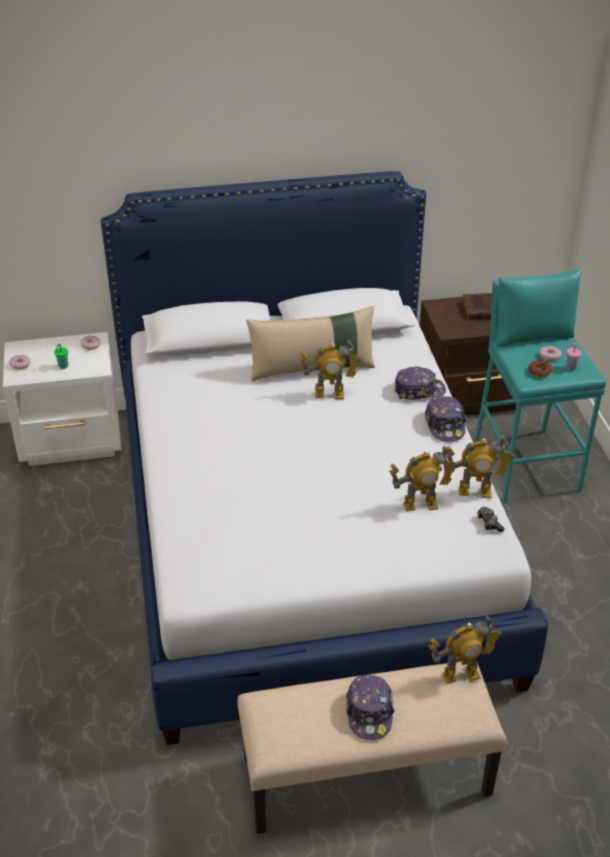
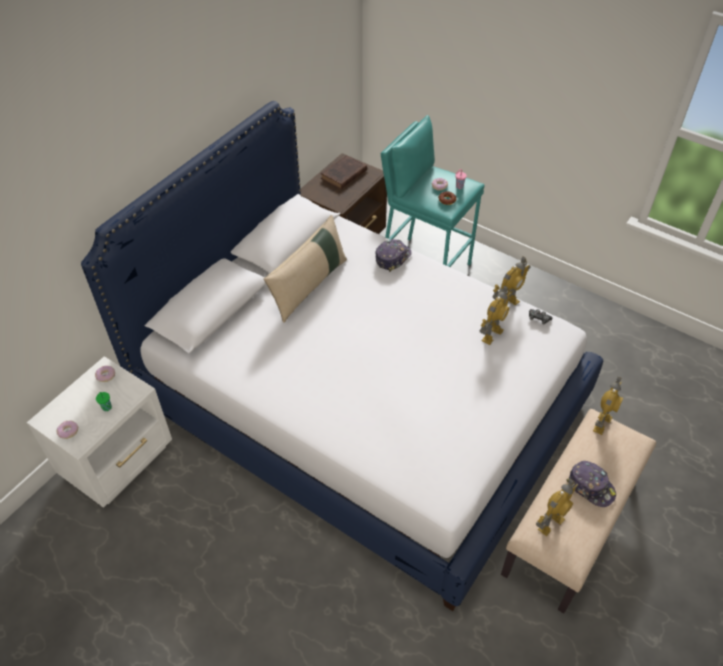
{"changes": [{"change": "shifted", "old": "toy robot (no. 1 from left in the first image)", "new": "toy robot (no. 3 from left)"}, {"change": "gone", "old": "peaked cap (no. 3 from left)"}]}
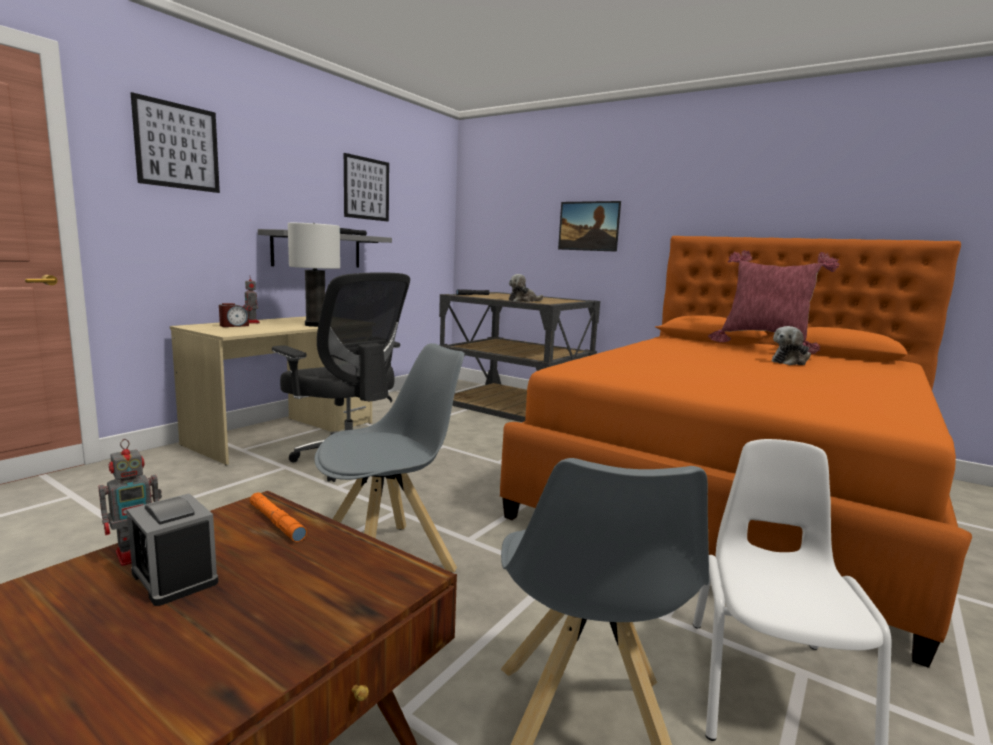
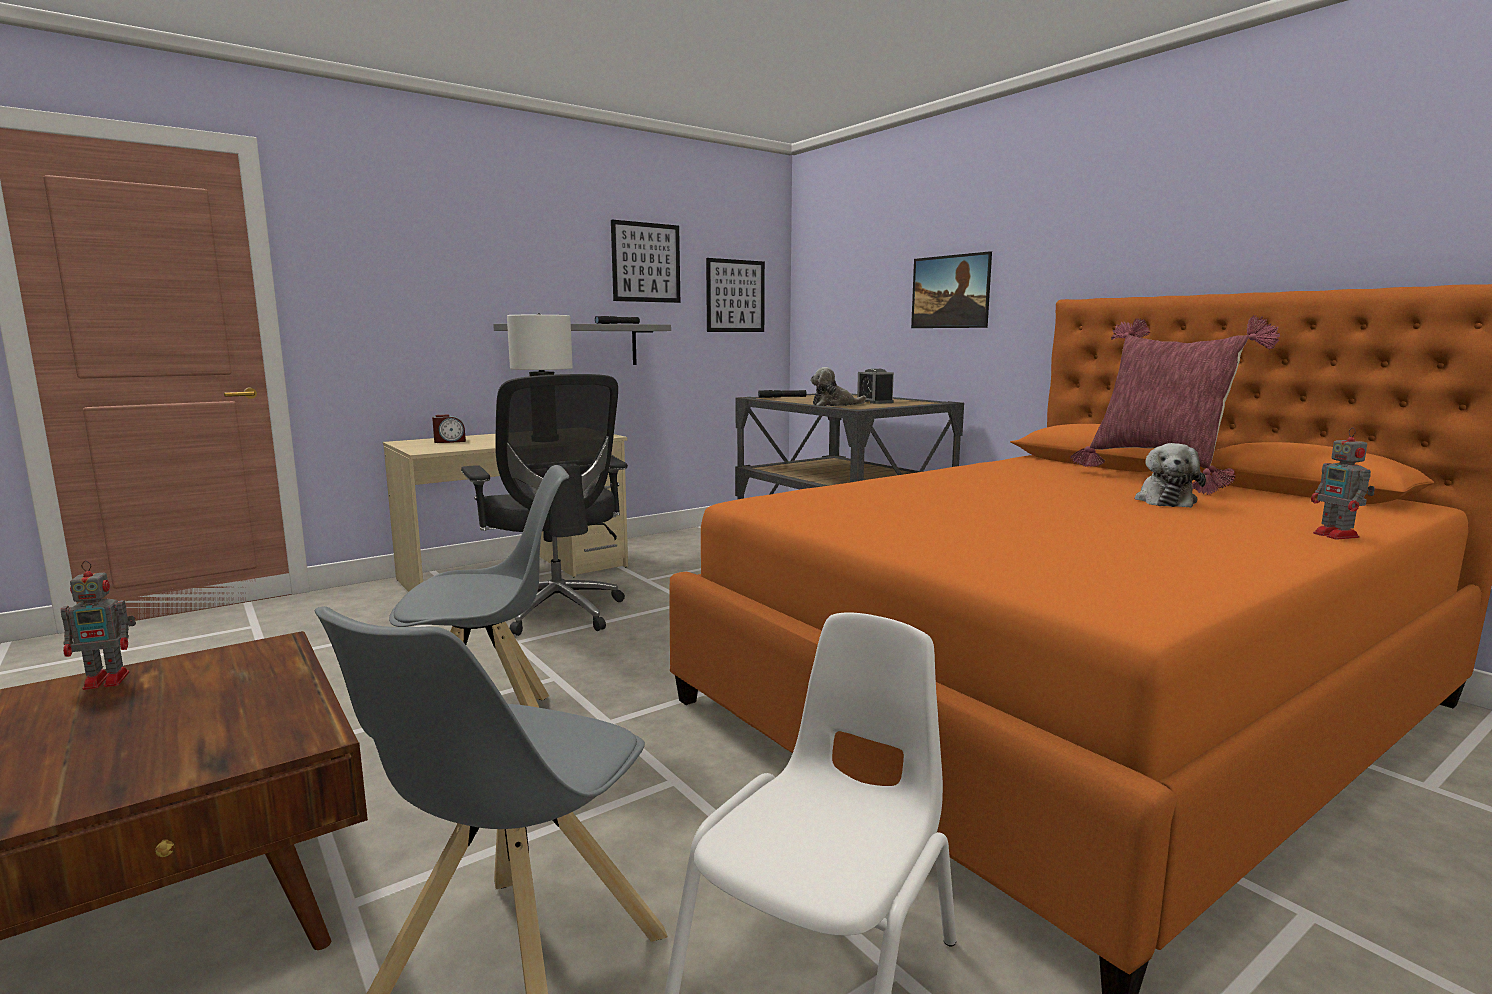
{"changes": [{"change": "shifted", "old": "wall picture (no. 1 from left in the first image)", "new": "wall picture (no. 2 from left)"}, {"change": "shifted", "old": "bedside clock (no. 1 from left in the first image)", "new": "bedside clock (no. 2 from left)"}, {"change": "rotated", "old": "plush toy (no. 2 from left)", "degrees": -60}, {"change": "shifted", "old": "toy robot (no. 2 from left)"}, {"change": "gone", "old": "flashlight in orangey"}]}
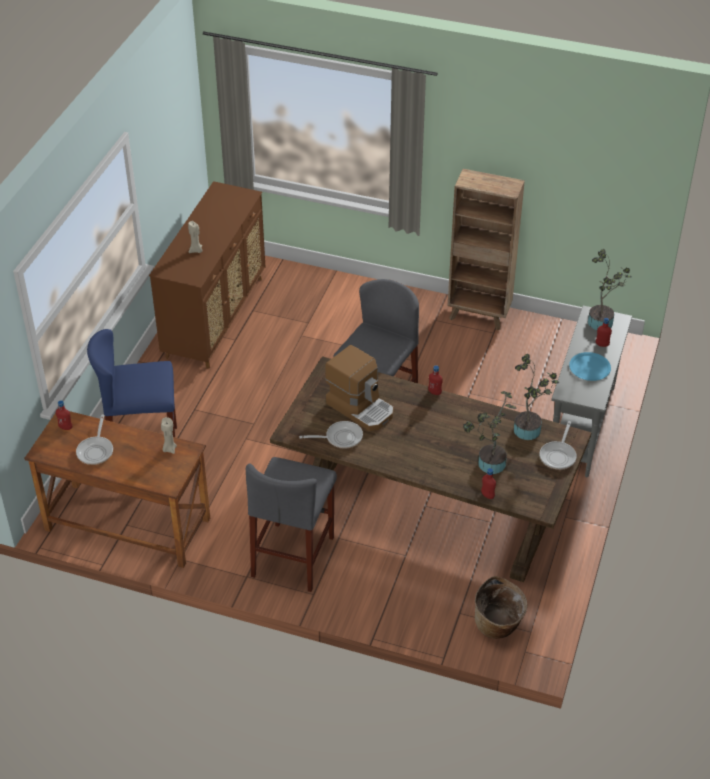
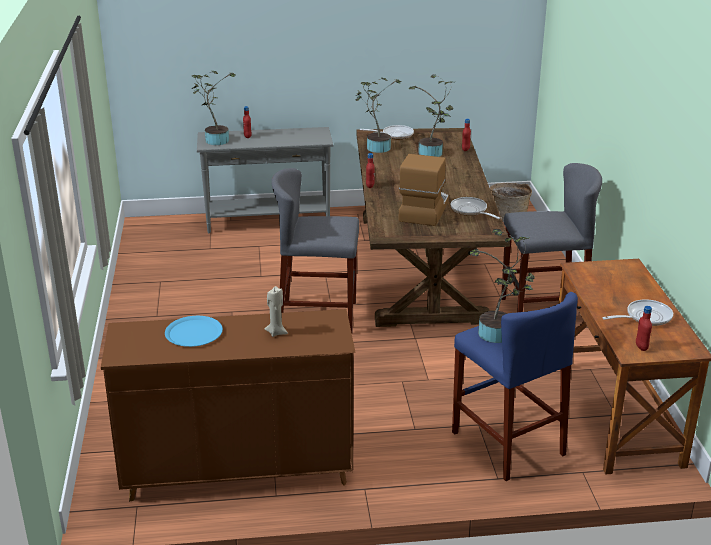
{"changes": [{"change": "shifted", "old": "dinner plate in bluish"}, {"change": "new", "new": "houseplant (no. 4 from left)"}, {"change": "gone", "old": "wax candle in sand-coloured (no. 1 from left)"}, {"change": "gone", "old": "shelving unit in brownish"}]}
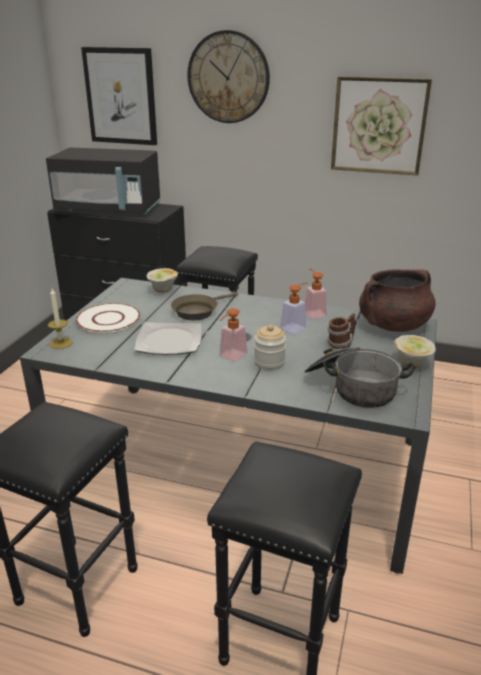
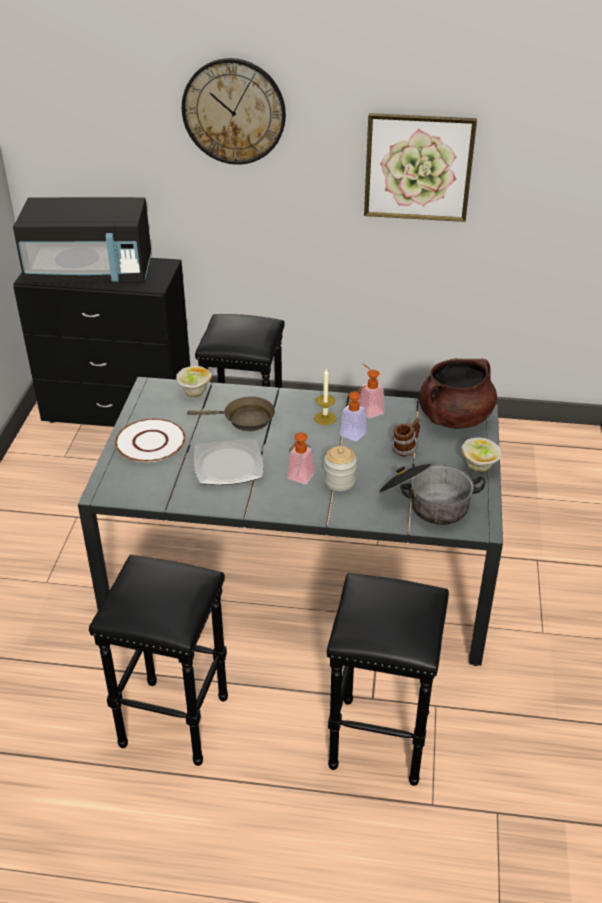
{"changes": [{"change": "rotated", "old": "frying pan in brownish", "degrees": -120}, {"change": "shifted", "old": "wax candle"}, {"change": "gone", "old": "wall picture (no. 1 from left)"}]}
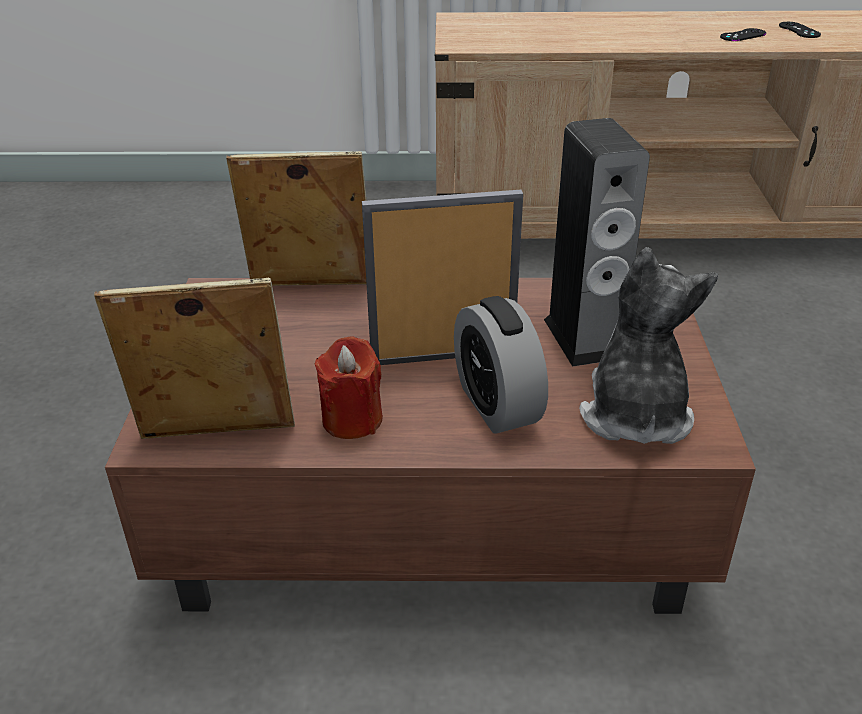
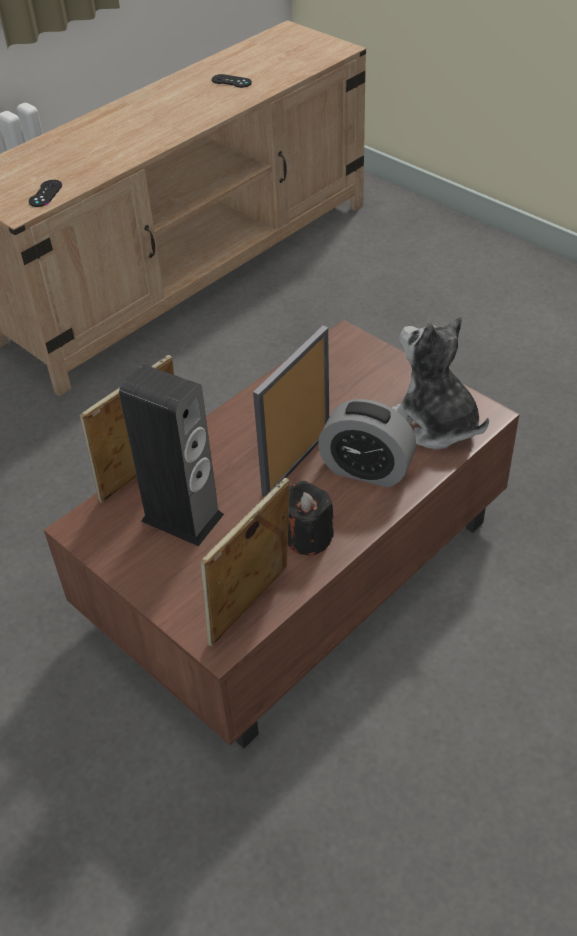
{"changes": [{"change": "shifted", "old": "game controller in blackish (no. 1 from left)"}, {"change": "shifted", "old": "loudspeaker"}, {"change": "repainted", "old": "wax candle in red", "new": "wax candle in blackish"}]}
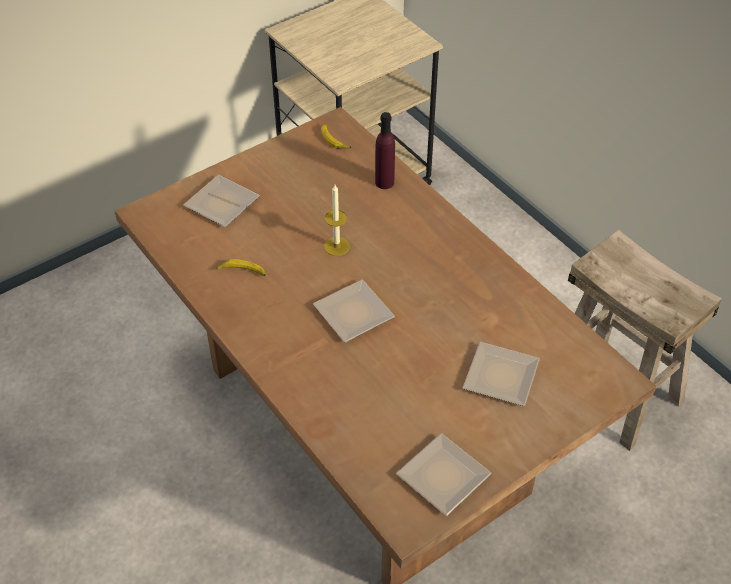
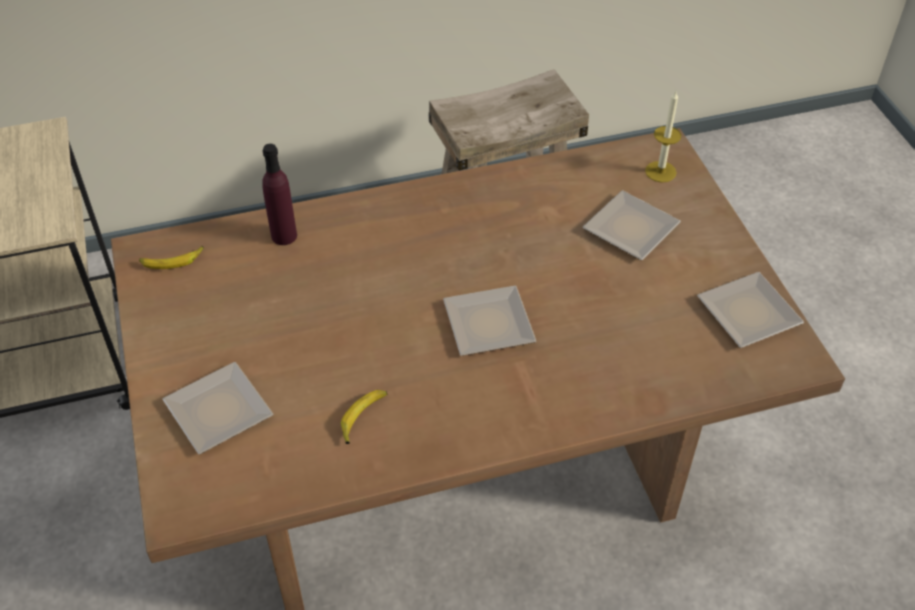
{"changes": [{"change": "shifted", "old": "wax candle"}]}
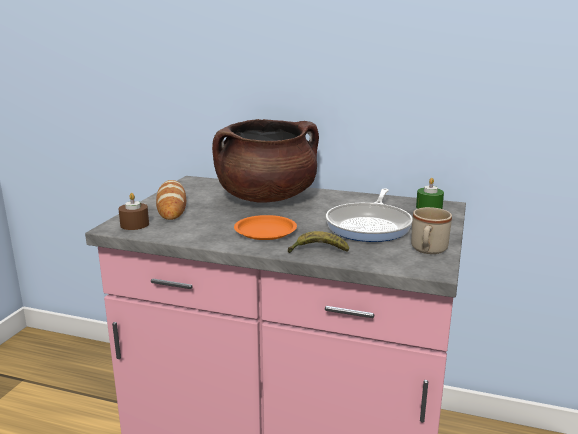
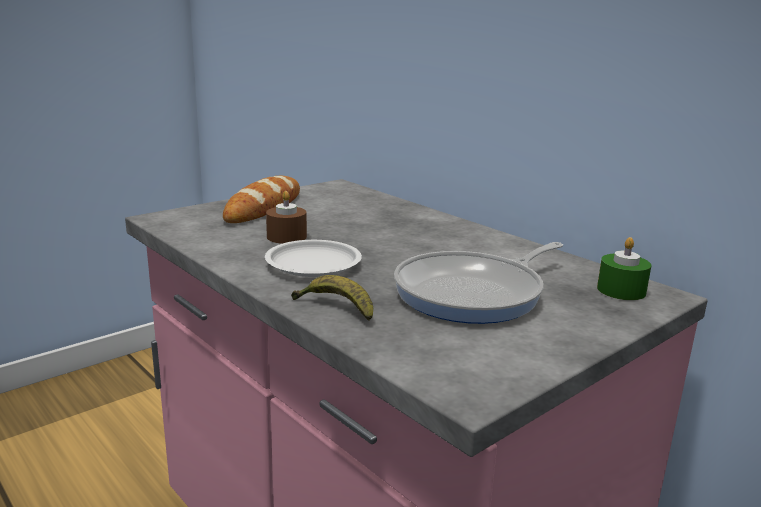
{"changes": [{"change": "repainted", "old": "dinner plate in orangey", "new": "dinner plate in white-coloured"}, {"change": "shifted", "old": "wax candle in brownish"}, {"change": "gone", "old": "cooking pot in brownish"}, {"change": "gone", "old": "tea mug in sand-coloured"}]}
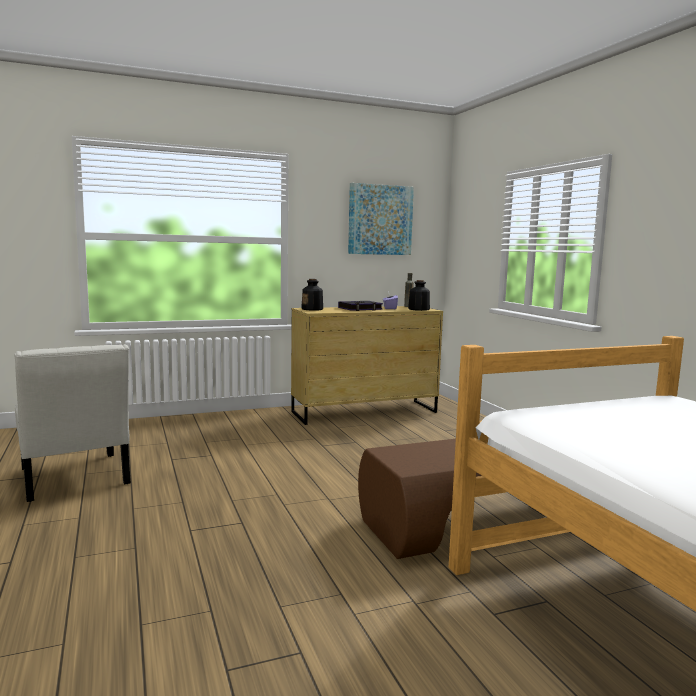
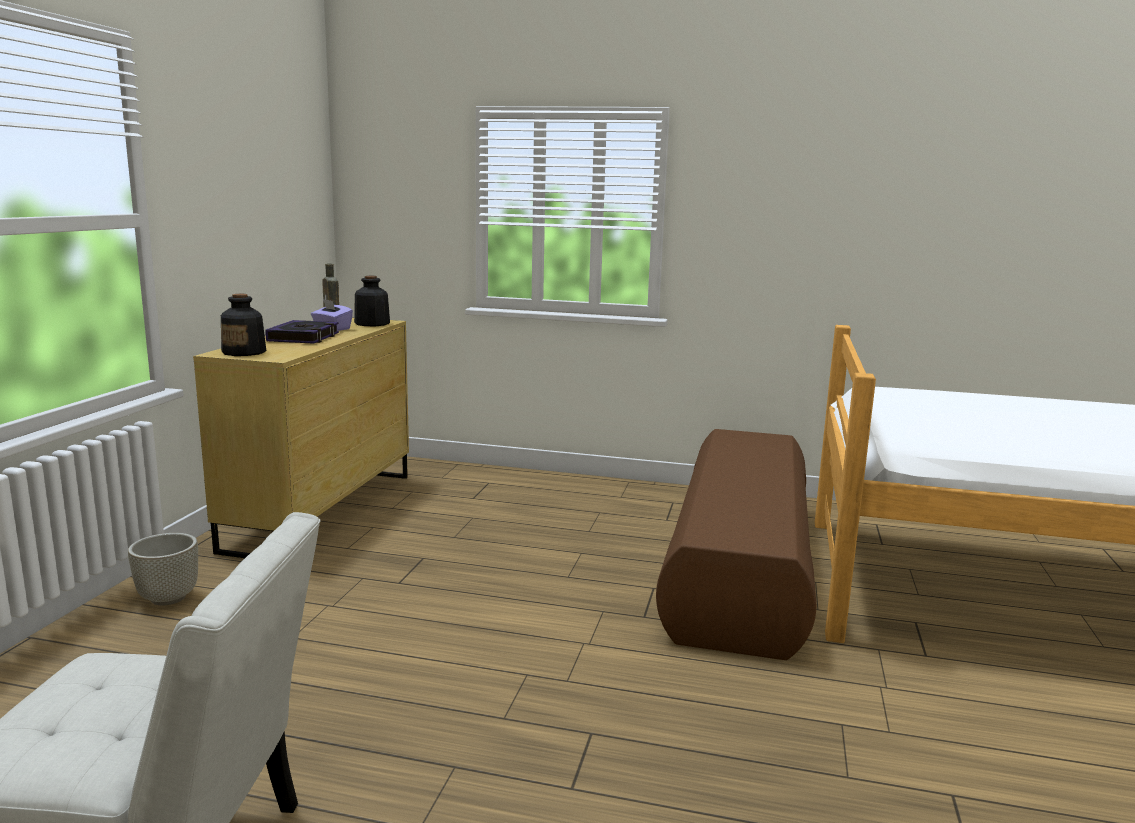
{"changes": [{"change": "new", "new": "flower pot in grey"}, {"change": "gone", "old": "wall picture"}]}
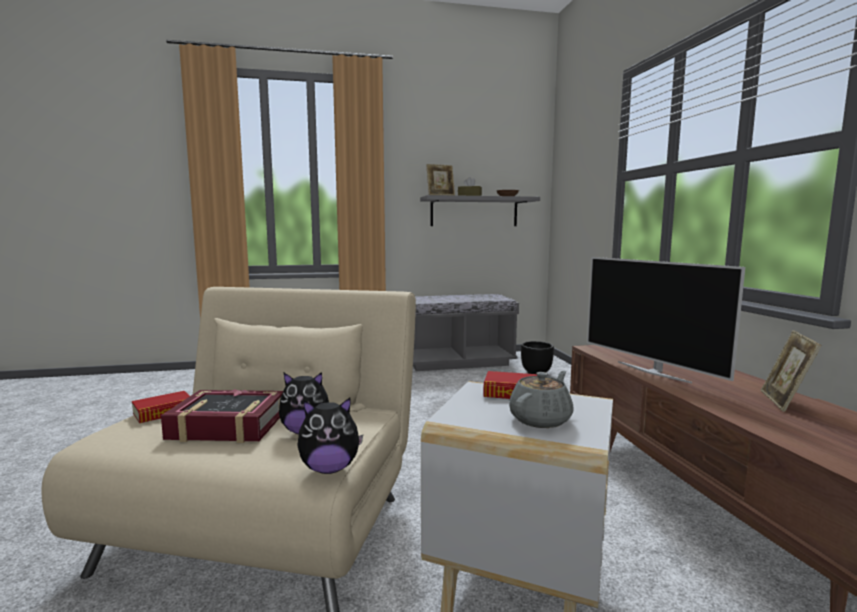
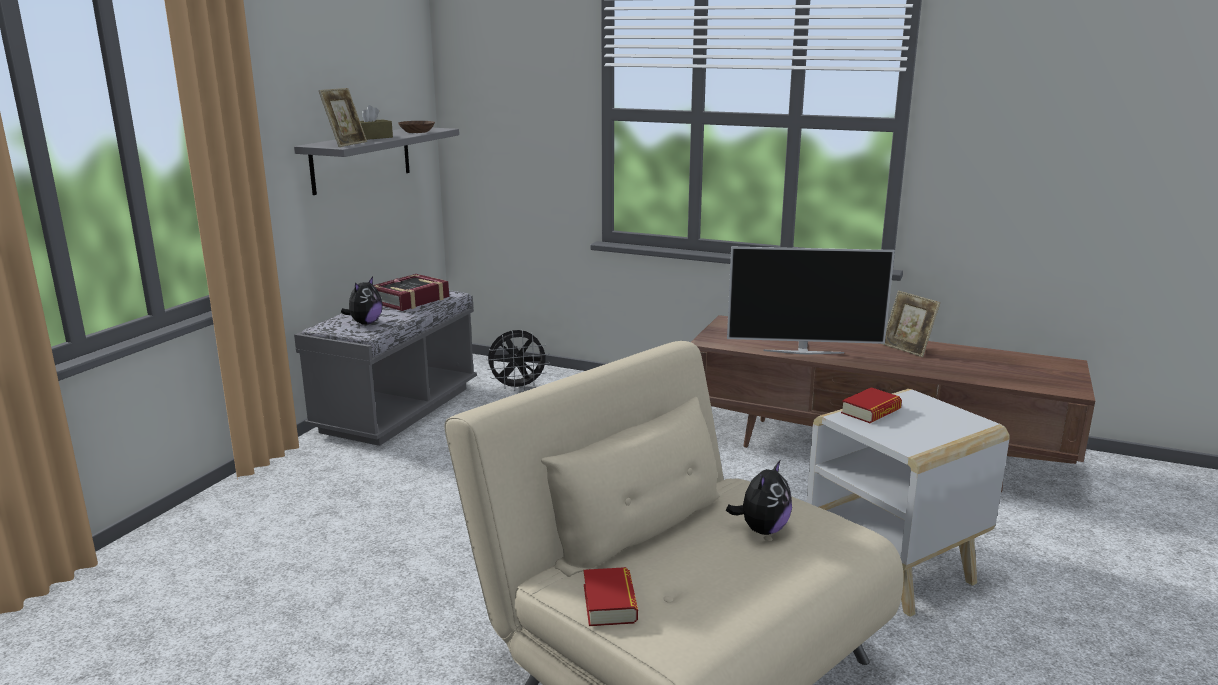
{"changes": [{"change": "shifted", "old": "plush toy (no. 2 from left in the first image)", "new": "plush toy (no. 1 from left)"}, {"change": "shifted", "old": "bound book (no. 2 from left in the first image)", "new": "bound book (no. 1 from left)"}, {"change": "swapped", "old": "flower pot in blackish", "new": "electric fan in blackish"}, {"change": "gone", "old": "pot for tea in grey"}]}
